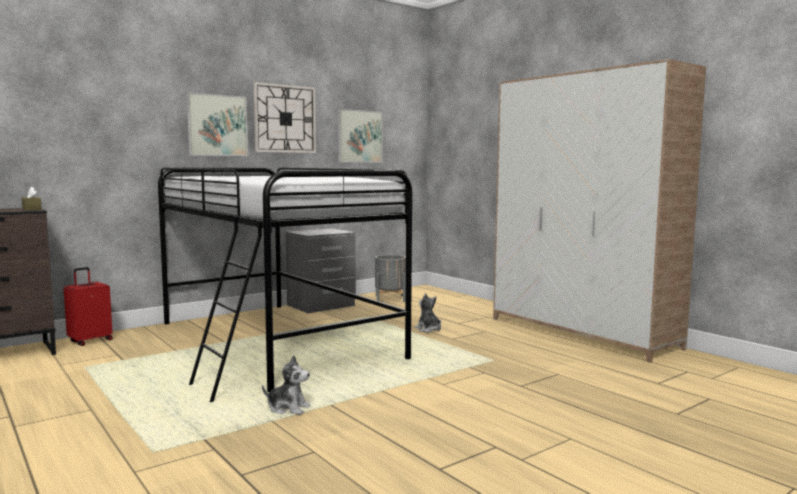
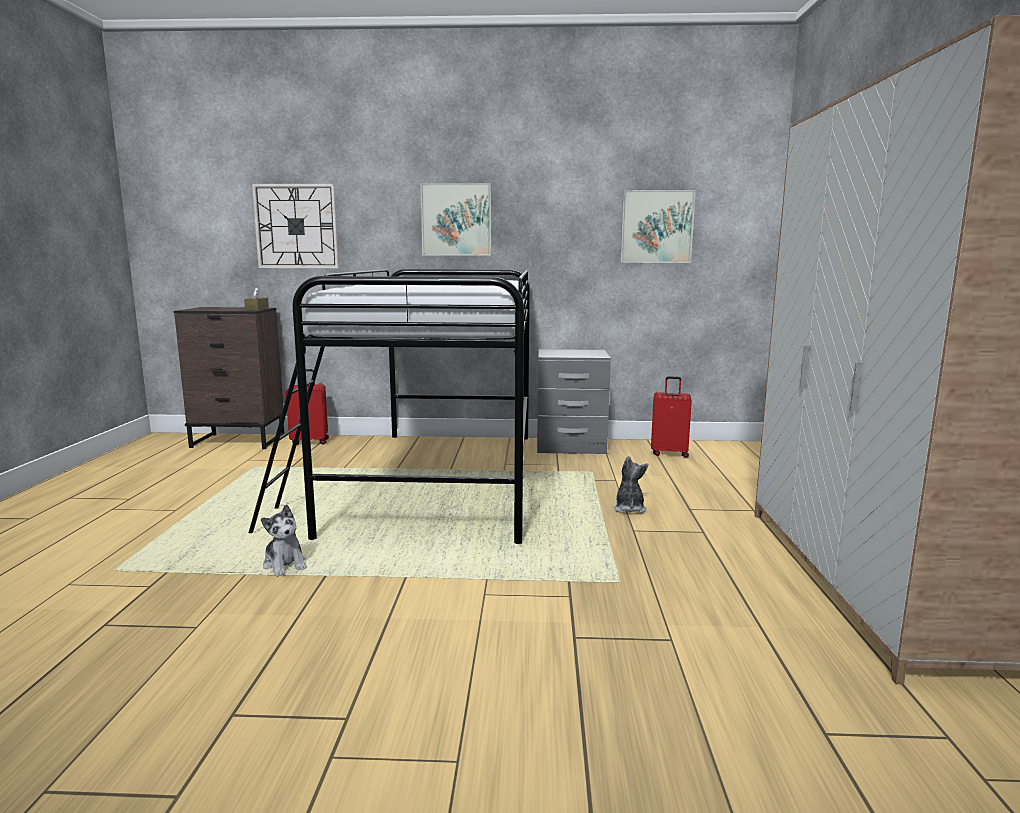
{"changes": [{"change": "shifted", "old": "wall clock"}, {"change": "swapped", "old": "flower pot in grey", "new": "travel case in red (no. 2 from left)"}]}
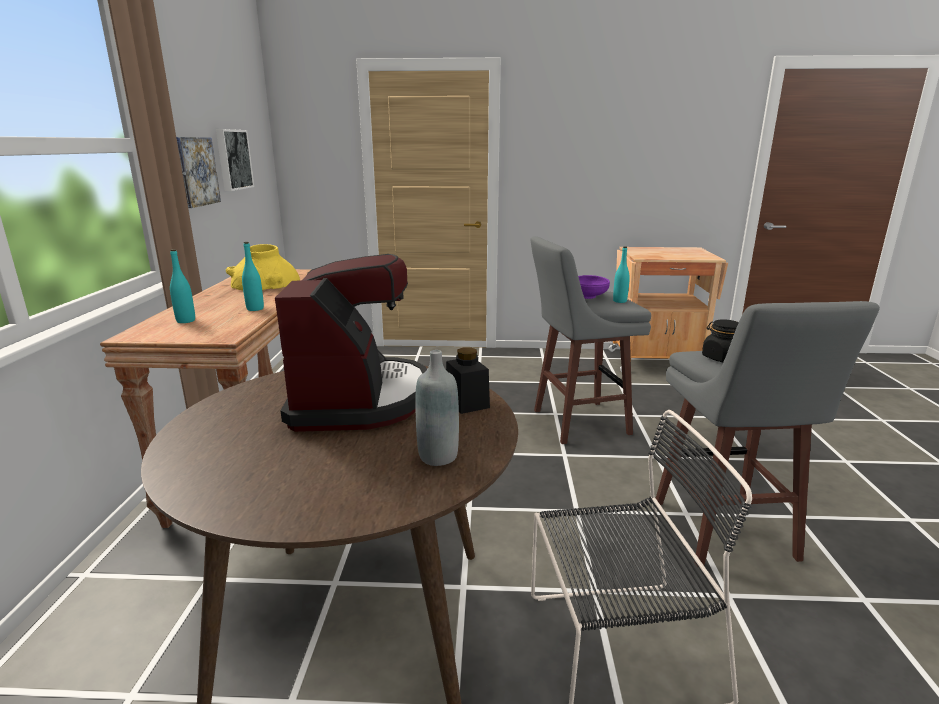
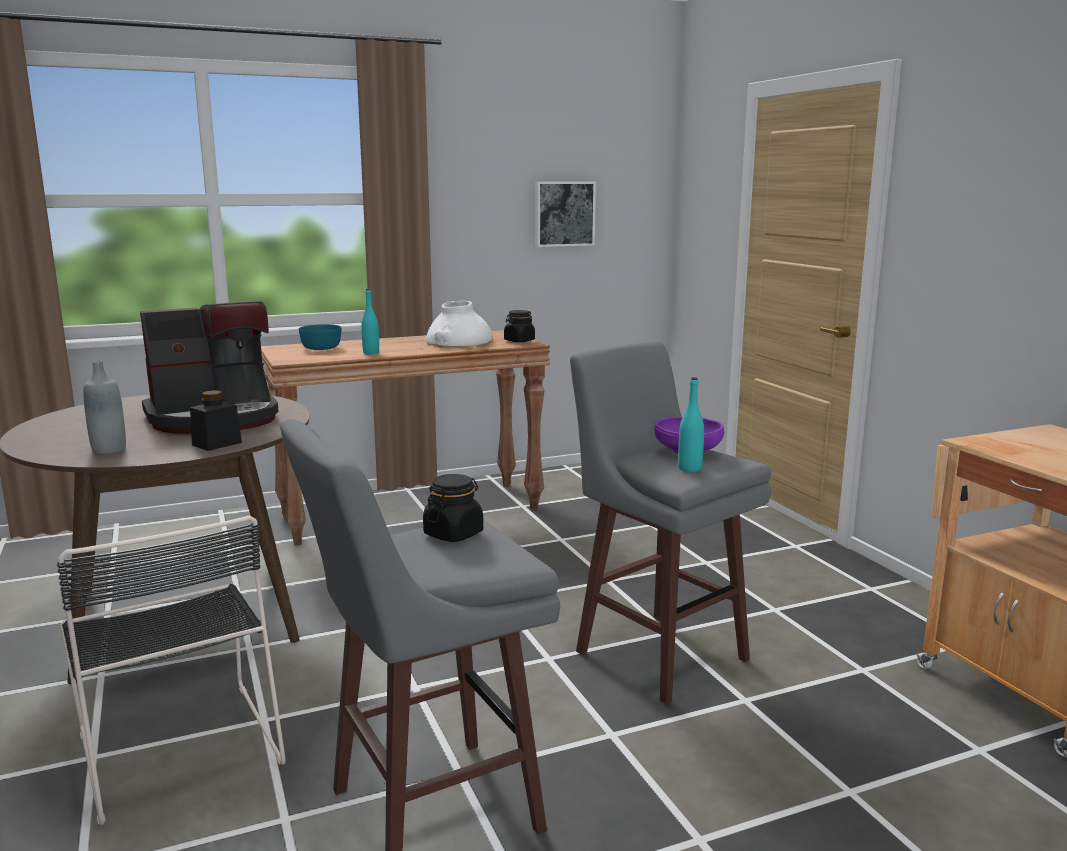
{"changes": [{"change": "swapped", "old": "bottle in turquoise-coloured (no. 1 from left)", "new": "deep dish in turquoise-coloured"}, {"change": "repainted", "old": "vase in yellow-coloured", "new": "vase in white-coloured"}, {"change": "new", "new": "jar in blackish (no. 3 from left)"}, {"change": "gone", "old": "wall picture (no. 1 from left)"}]}
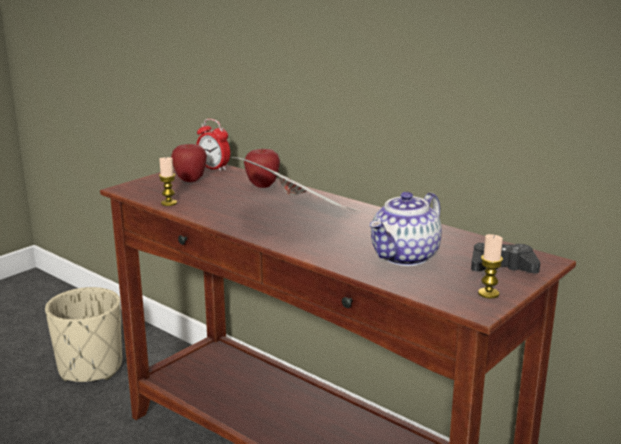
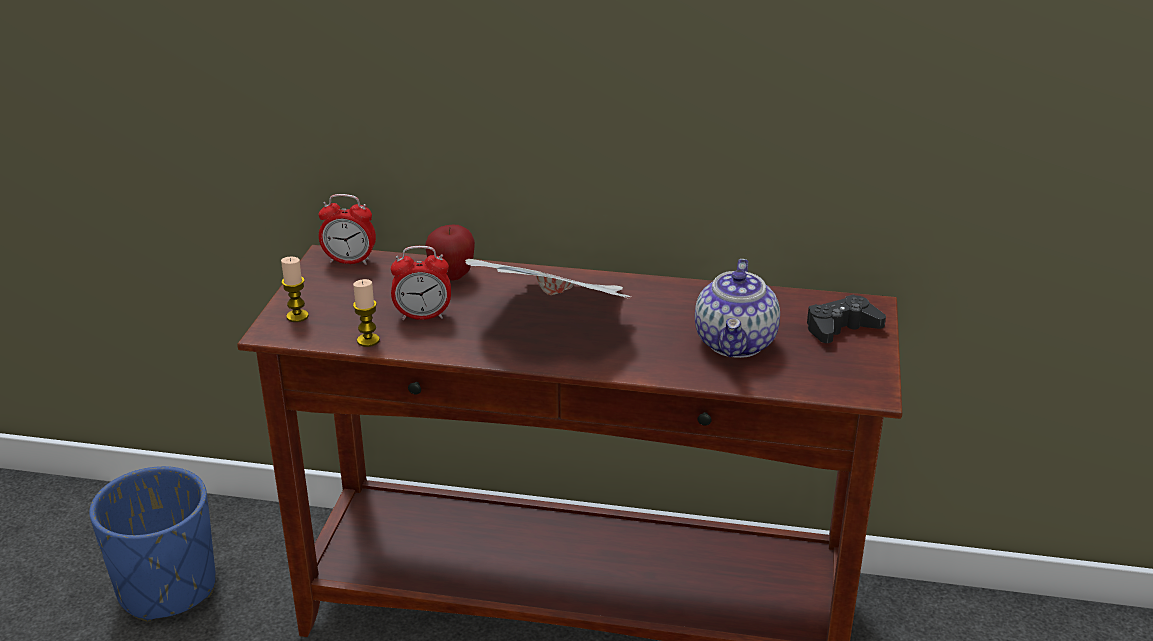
{"changes": [{"change": "repainted", "old": "flower pot in sand-coloured", "new": "flower pot in bluish"}, {"change": "shifted", "old": "wax candle (no. 2 from left in the first image)", "new": "wax candle (no. 1 from left)"}, {"change": "new", "new": "bedside clock (no. 2 from left)"}, {"change": "gone", "old": "apple (no. 1 from left)"}]}
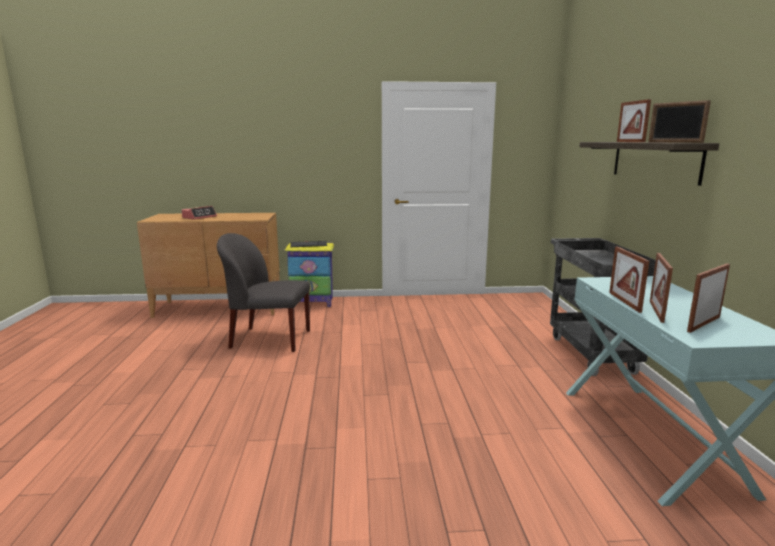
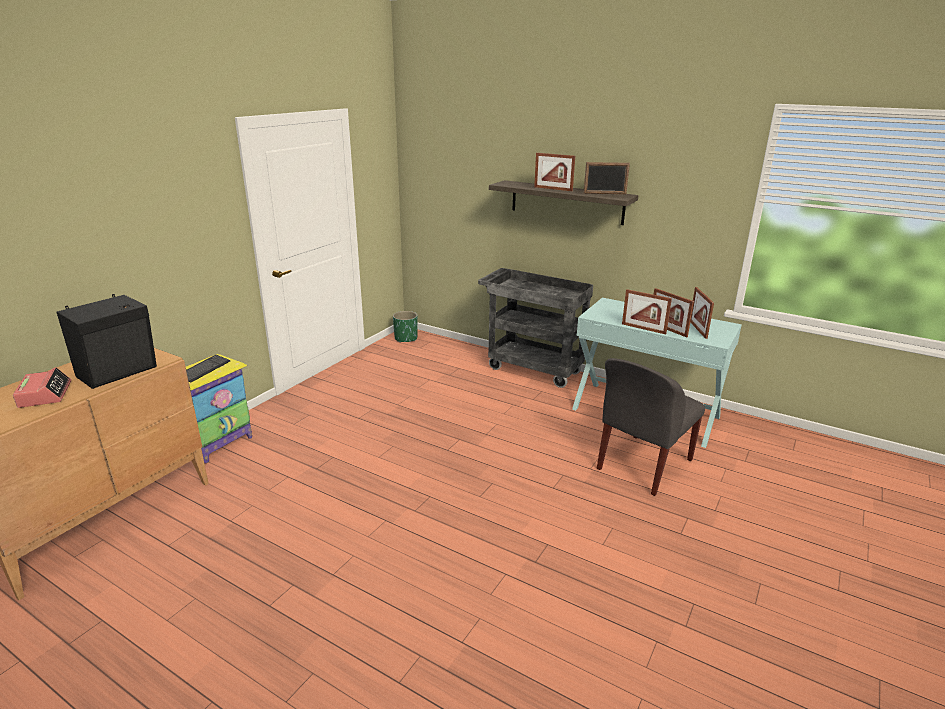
{"changes": [{"change": "new", "new": "loudspeaker in blackish"}, {"change": "new", "new": "flower pot in green"}, {"change": "shifted", "old": "chair in grey"}]}
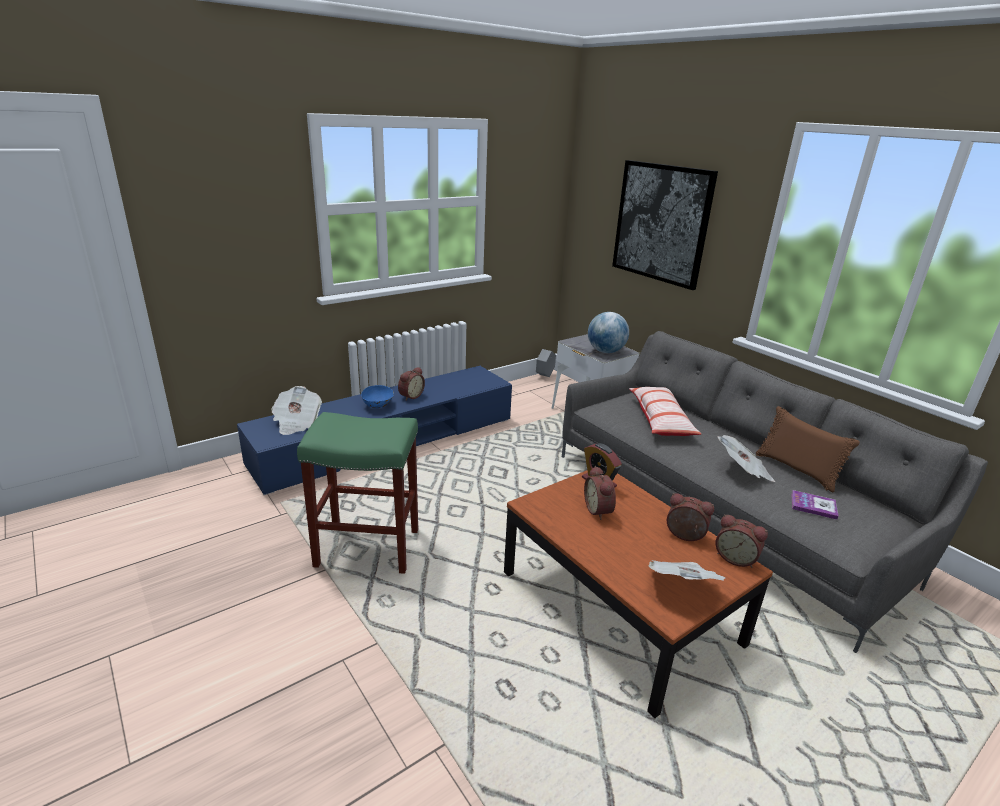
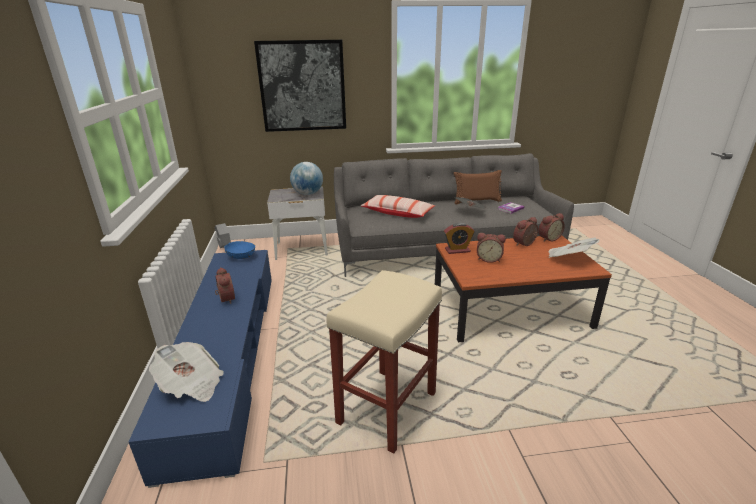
{"changes": [{"change": "shifted", "old": "deep dish in bluish"}, {"change": "repainted", "old": "sitting stool in green", "new": "sitting stool in sand-coloured"}]}
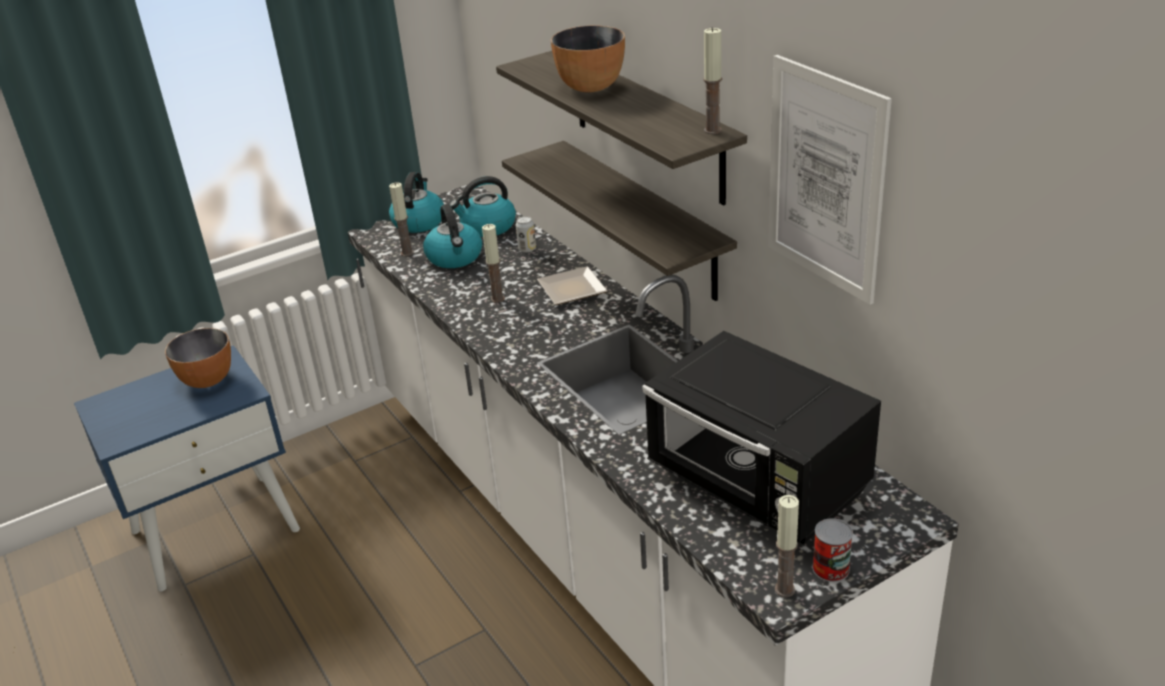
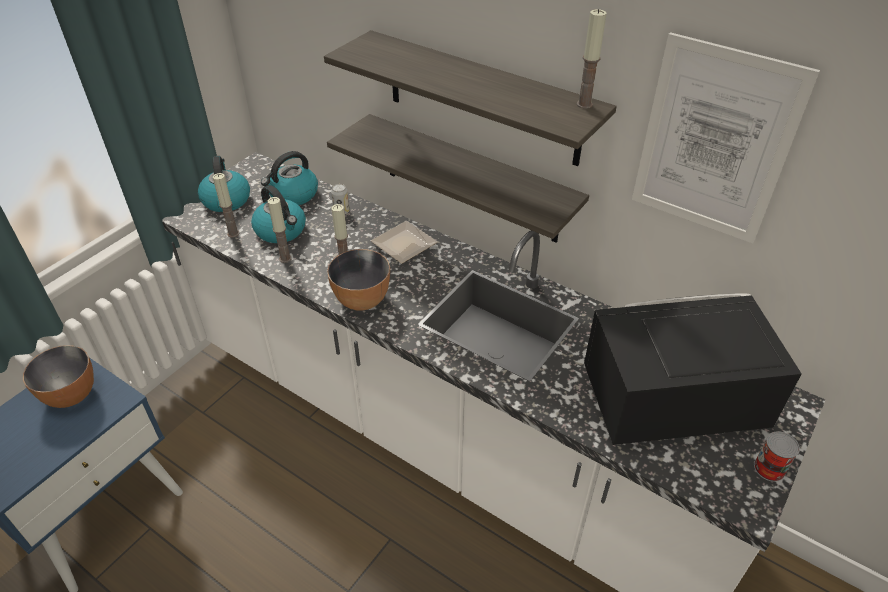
{"changes": [{"change": "shifted", "old": "wax candle (no. 4 from left in the first image)", "new": "wax candle (no. 2 from left)"}, {"change": "shifted", "old": "deep dish (no. 2 from left)"}, {"change": "rotated", "old": "microwave in blackish", "degrees": 150}]}
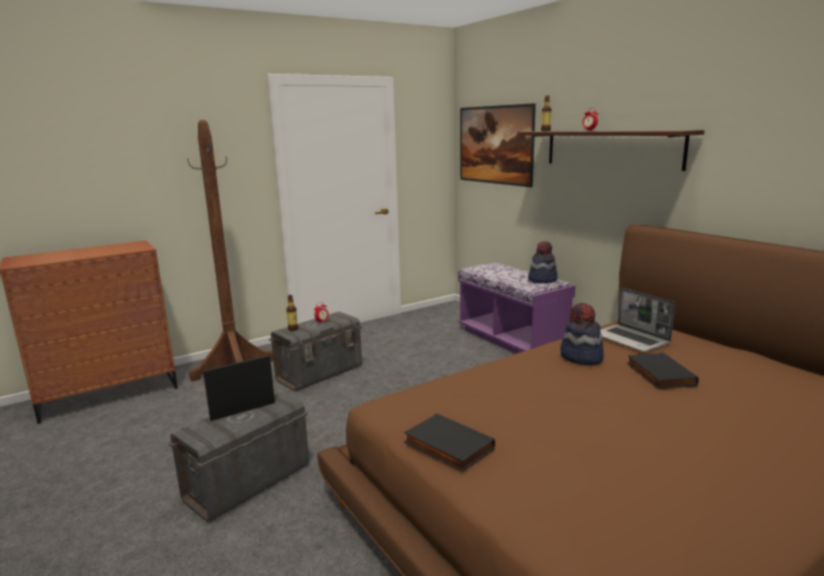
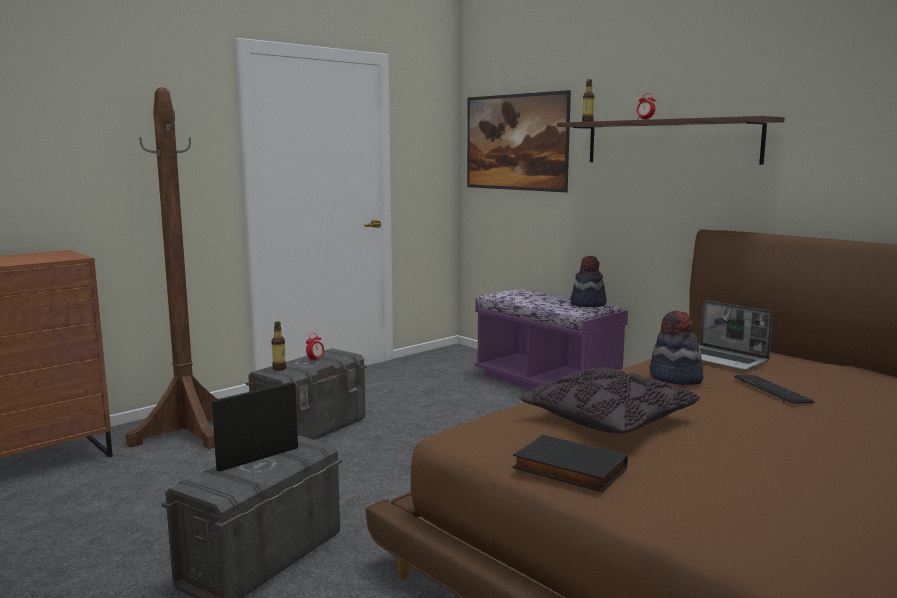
{"changes": [{"change": "new", "new": "pillow in blackish"}, {"change": "swapped", "old": "bound book in blackish (no. 2 from left)", "new": "PC keyboard"}]}
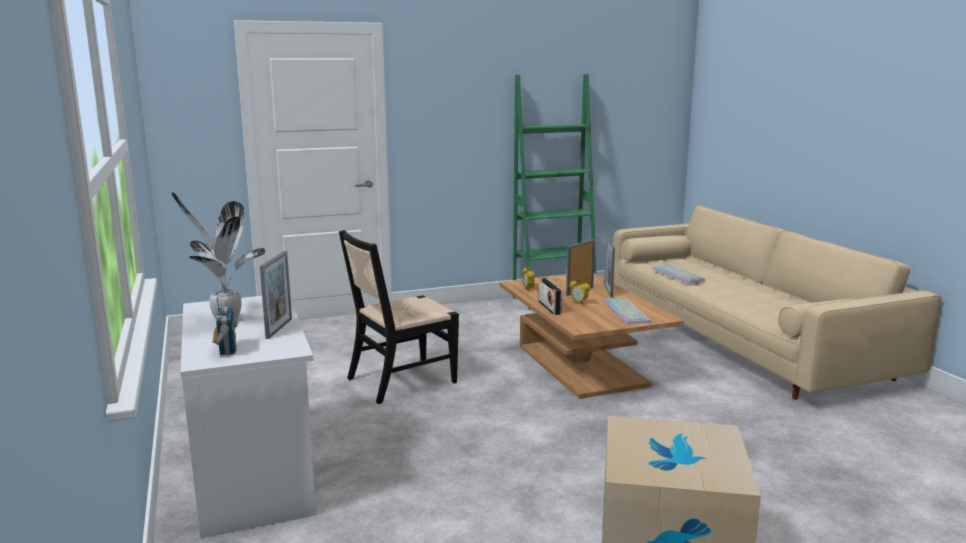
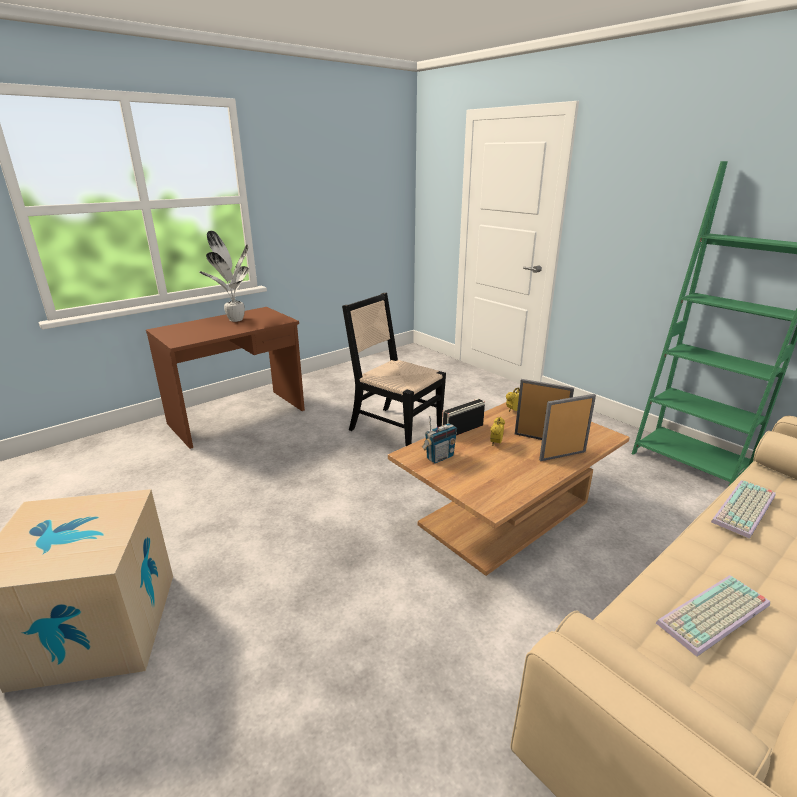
{"changes": [{"change": "repainted", "old": "desk in white-coloured", "new": "desk in brownish"}, {"change": "shifted", "old": "radio (no. 1 from left)"}, {"change": "shifted", "old": "PC keyboard (no. 1 from left)"}, {"change": "gone", "old": "picture frame (no. 1 from left)"}]}
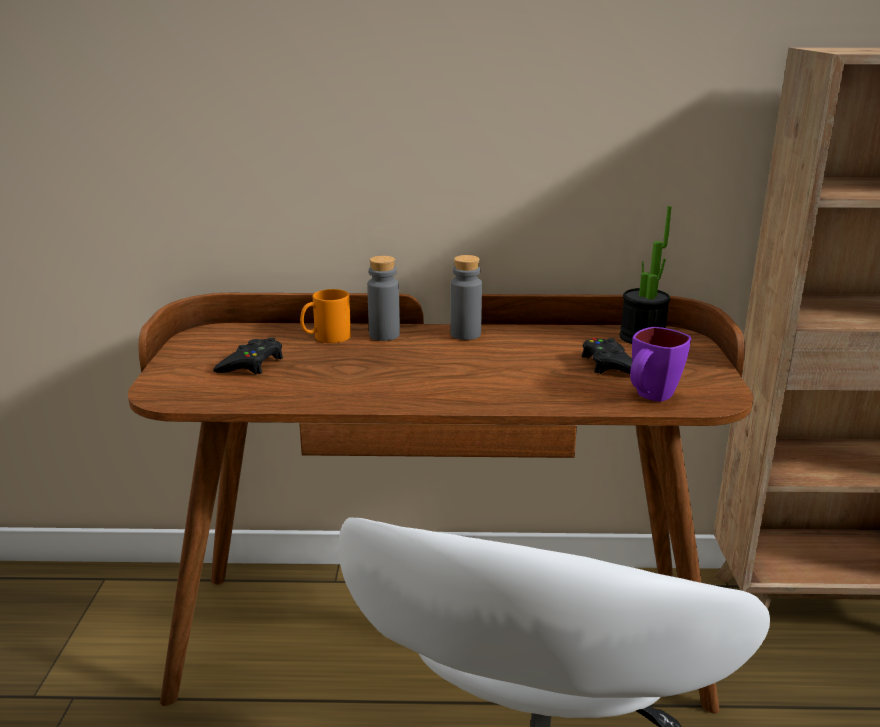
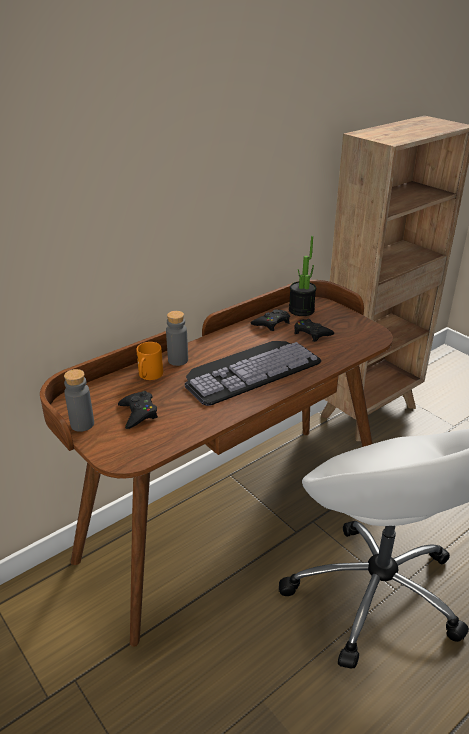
{"changes": [{"change": "shifted", "old": "bottle in grey (no. 2 from left in the first image)", "new": "bottle in grey (no. 1 from left)"}, {"change": "new", "new": "PC keyboard"}, {"change": "new", "new": "game controller in blackish (no. 2 from left)"}, {"change": "gone", "old": "tea mug in purple-coloured"}]}
